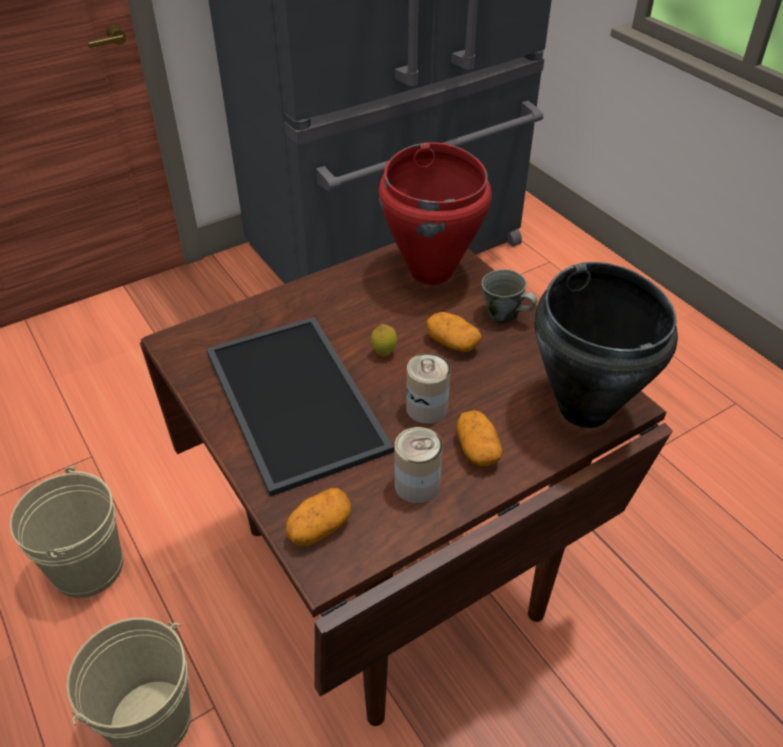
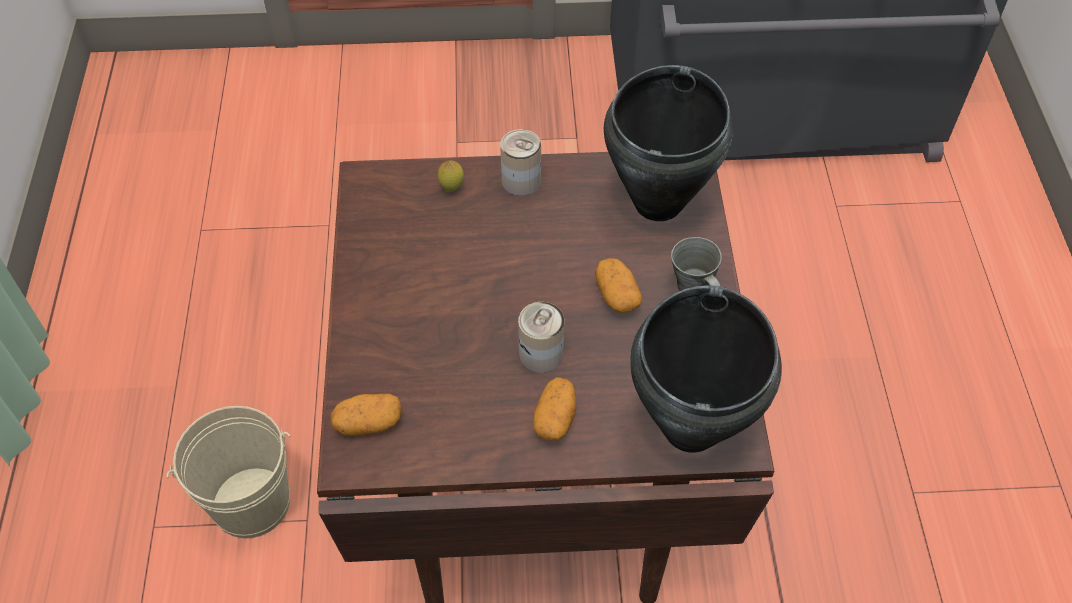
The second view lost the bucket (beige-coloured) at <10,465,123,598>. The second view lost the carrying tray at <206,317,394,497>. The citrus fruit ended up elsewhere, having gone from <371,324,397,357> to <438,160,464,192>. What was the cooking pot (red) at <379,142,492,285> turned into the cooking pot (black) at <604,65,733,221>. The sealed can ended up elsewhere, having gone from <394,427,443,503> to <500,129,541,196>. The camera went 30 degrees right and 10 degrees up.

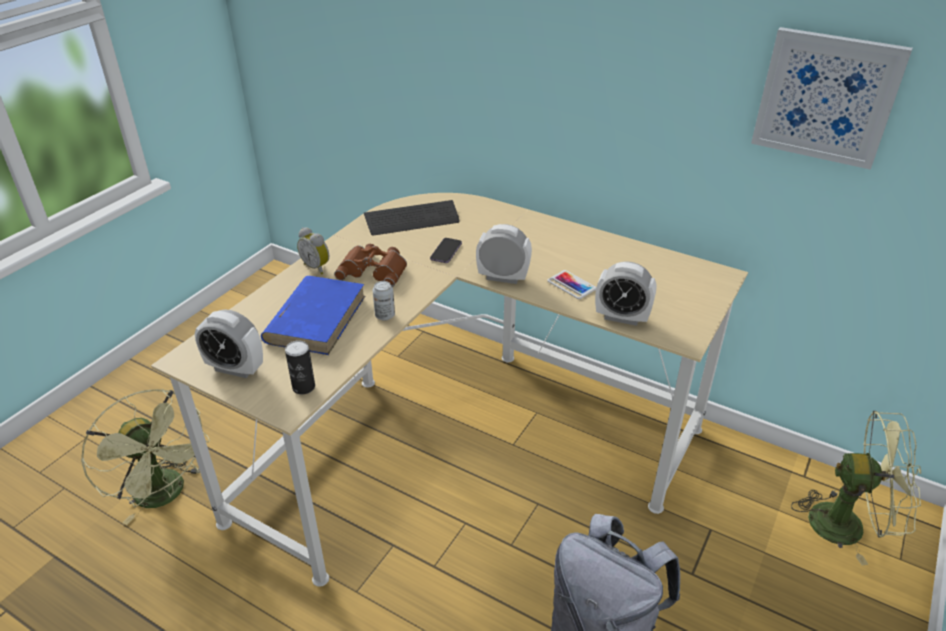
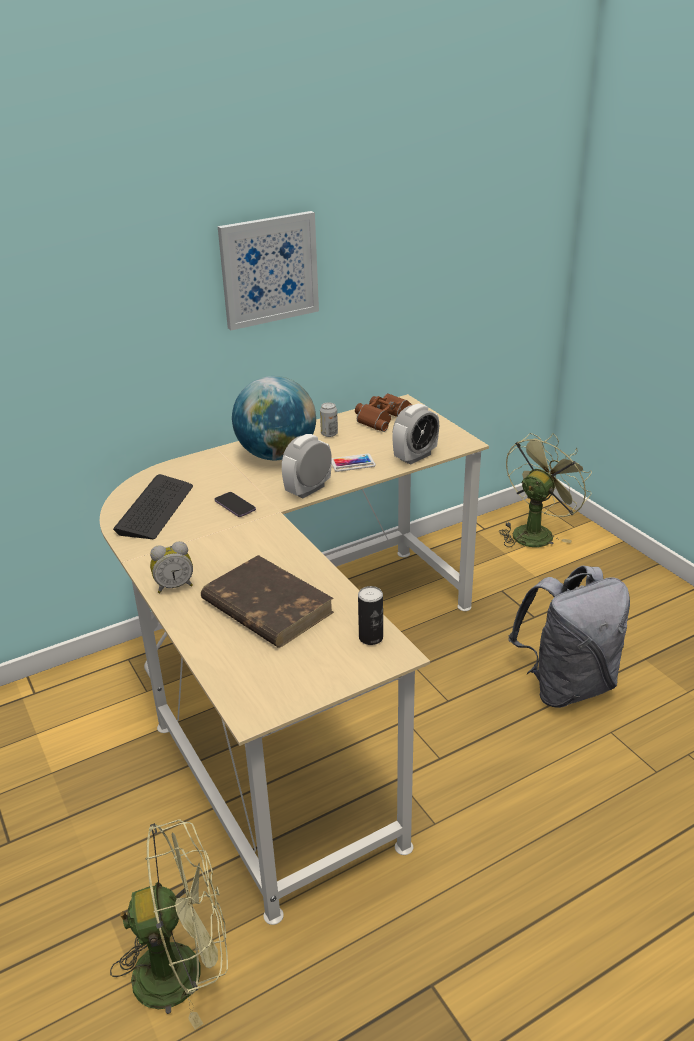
The second view lost the bedside clock at <195,310,263,378>. What was the book (blue) at <261,276,365,355> turned into the book (brown) at <201,555,334,648>. The binoculars (brown) ended up elsewhere, having gone from <334,244,407,287> to <355,393,412,432>. The sealed can ended up elsewhere, having gone from <372,281,395,321> to <320,402,338,437>. The wall picture ended up elsewhere, having gone from <751,27,913,170> to <218,211,319,330>. The second view gained the world globe at <232,376,316,461>. The camera went 60 degrees left and 5 degrees down.

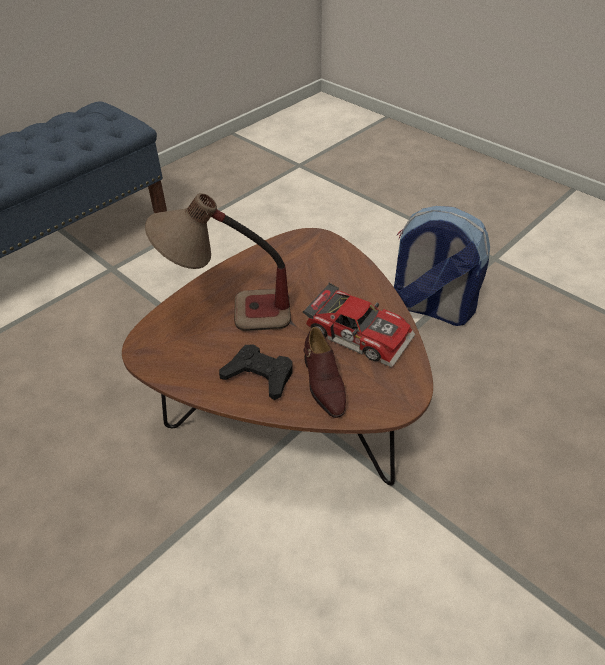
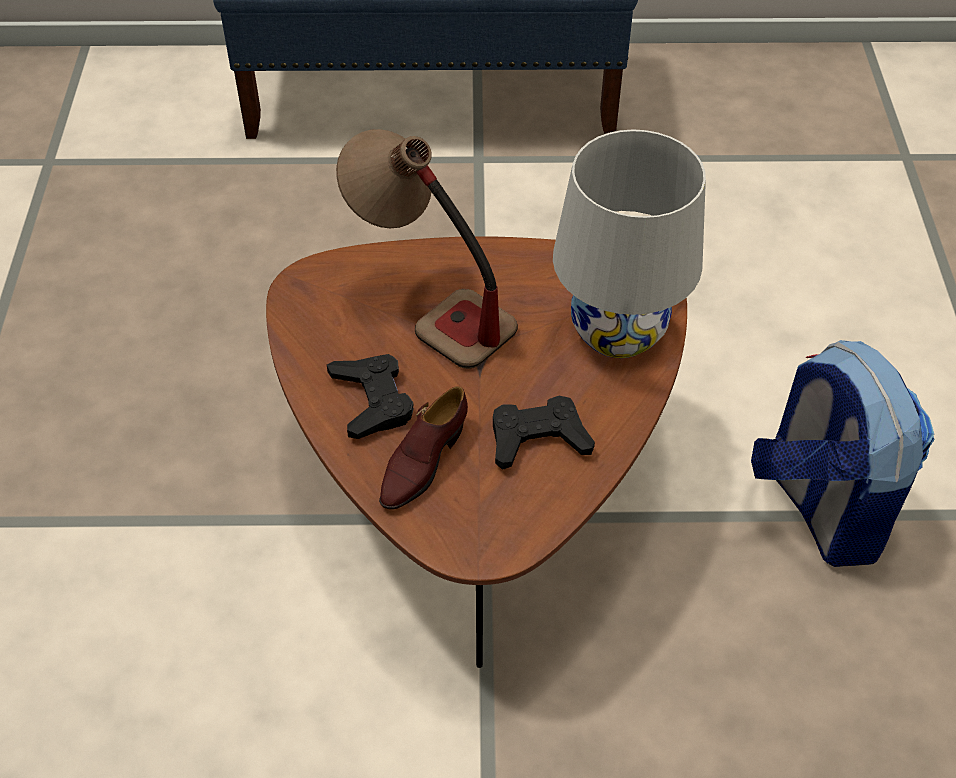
Where the miniature car stood at <303,283,415,368>, the joypad (black) came to stand at <493,396,595,470>. The second view gained the tabletop lamp (whitish) at <553,130,706,358>. The camera went 45 degrees right and 5 degrees up.

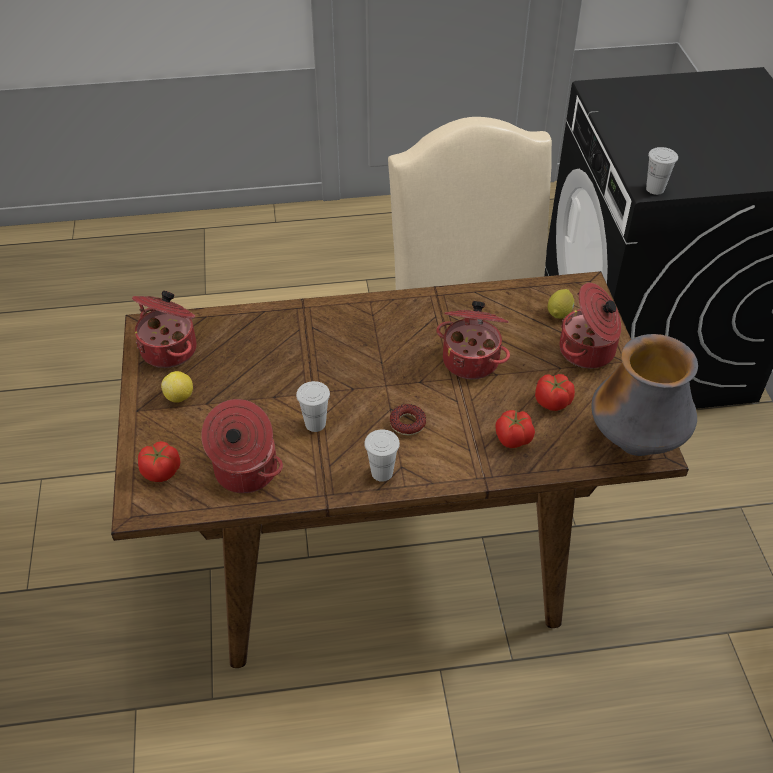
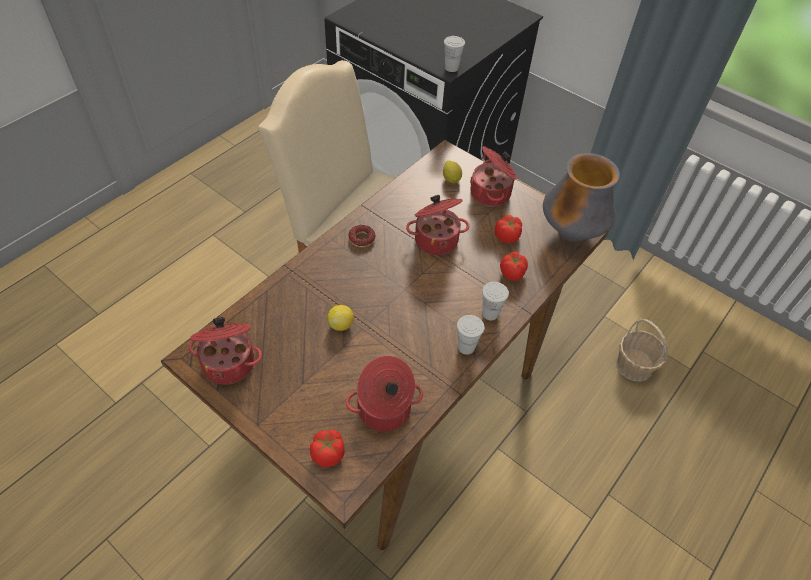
The citrus fruit ended up elsewhere, having gone from <161,371,193,403> to <327,305,354,331>. The small cup (whitish) ended up elsewhere, having gone from <296,381,330,432> to <482,282,509,320>. The donut ended up elsewhere, having gone from <389,404,426,435> to <348,225,375,247>. The second view gained the household basket at <616,319,668,382>. The camera went 45 degrees left and 5 degrees up.

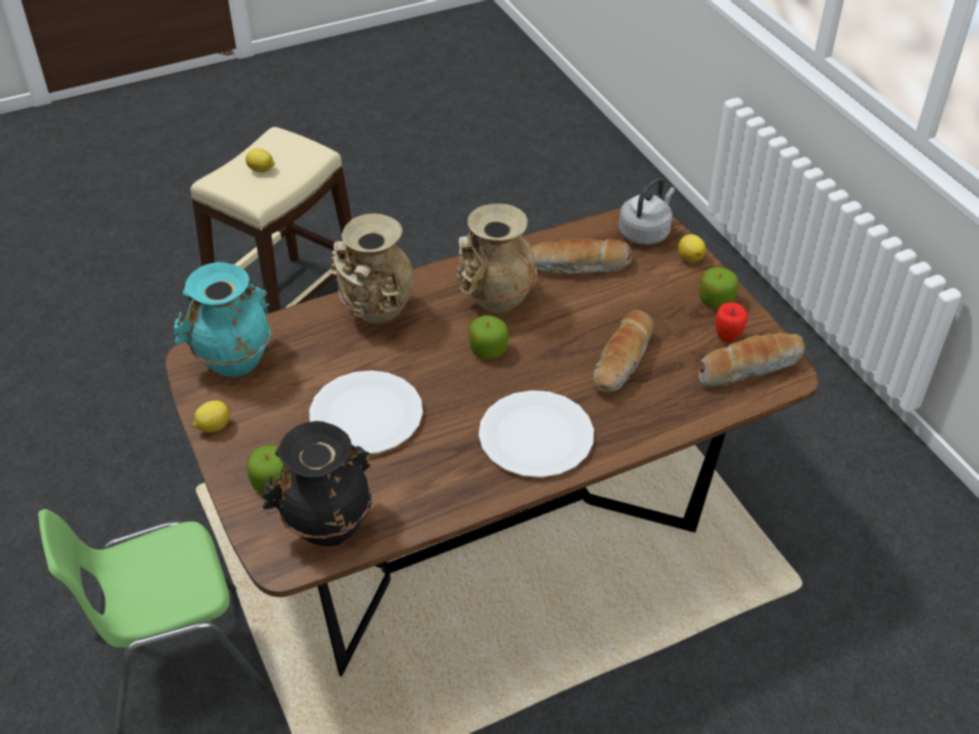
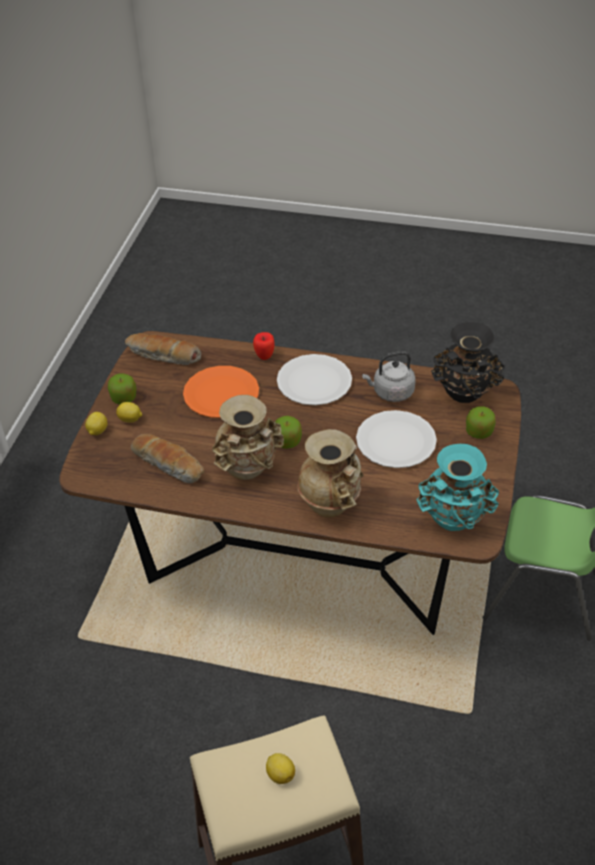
The citrus fruit ended up elsewhere, having gone from <193,400,230,433> to <116,402,142,423>. Where the bread stood at <593,310,654,392>, the dinner plate (orange) came to stand at <183,366,259,418>. The tea kettle (gray) ended up elsewhere, having gone from <619,178,675,245> to <362,351,416,402>. The whole apple ended up elsewhere, having gone from <715,302,748,342> to <253,332,275,360>. The camera went 140 degrees left and 0 degrees up.

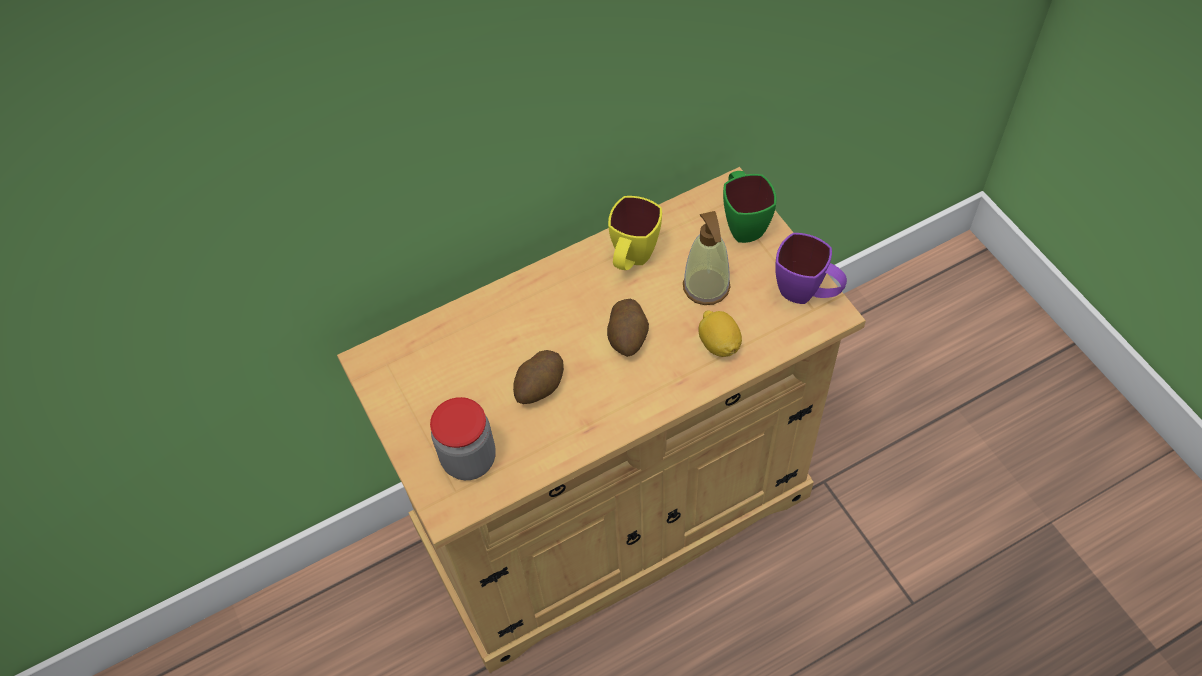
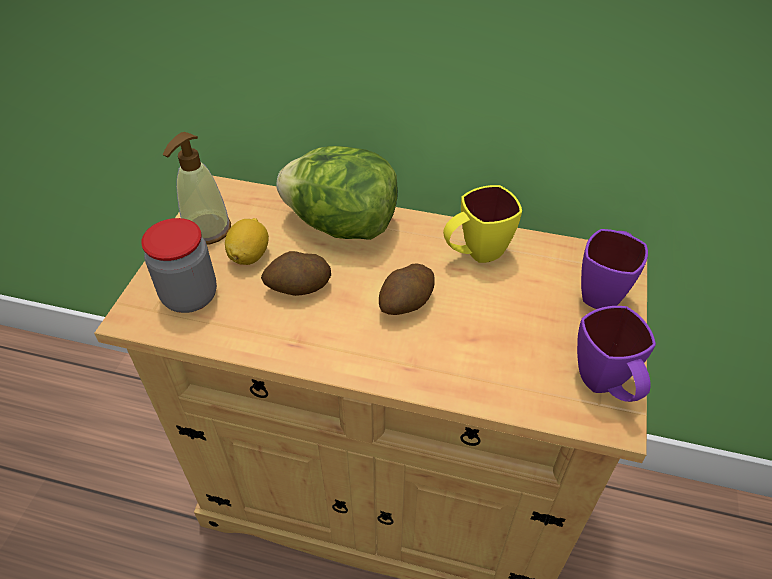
The soap dispenser ended up elsewhere, having gone from <683,211,730,305> to <163,132,231,245>. The citrus fruit ended up elsewhere, having gone from <698,310,742,357> to <225,218,269,265>. What was the mug (green) at <723,171,776,243> turned into the mug (purple-coloured) at <581,229,648,309>. The second view gained the head of lettuce at <276,146,398,240>. The camera went 40 degrees right and 10 degrees down.

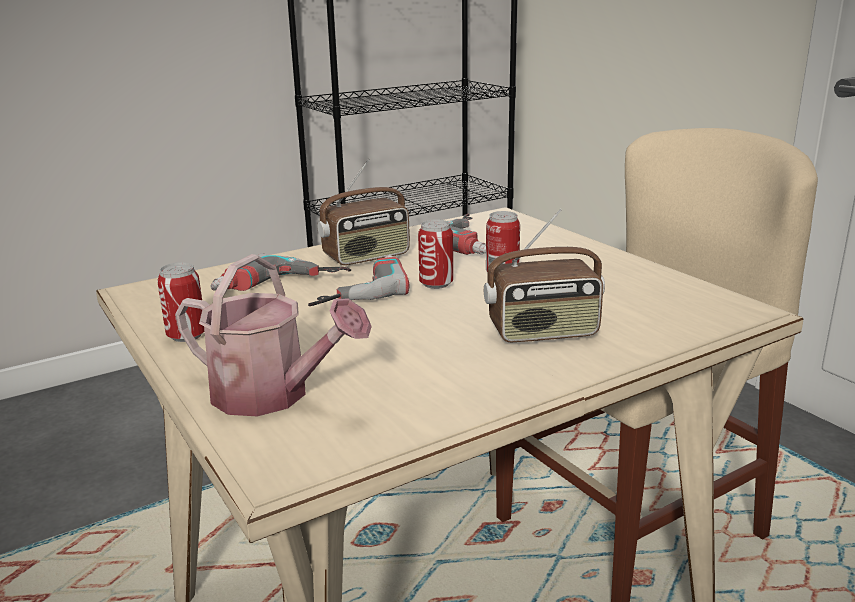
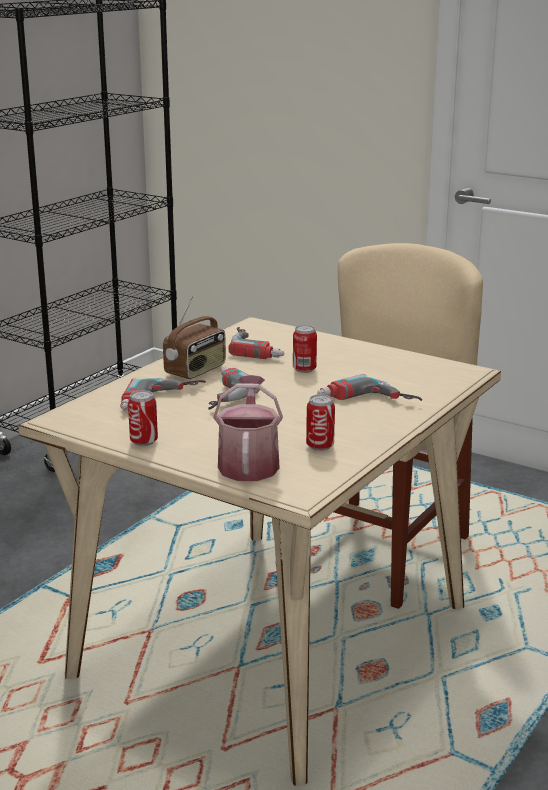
The sprinkling can at <175,254,372,416> ended up facing another way, 90 degrees counterclockwise from before. The sealed can ended up elsewhere, having gone from <418,219,453,289> to <306,394,335,451>. Where the radio stood at <484,208,605,342>, the power drill came to stand at <317,374,422,401>. The camera went 25 degrees left and 0 degrees up.

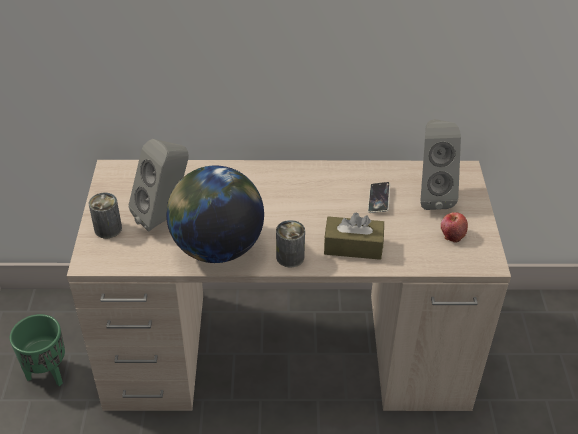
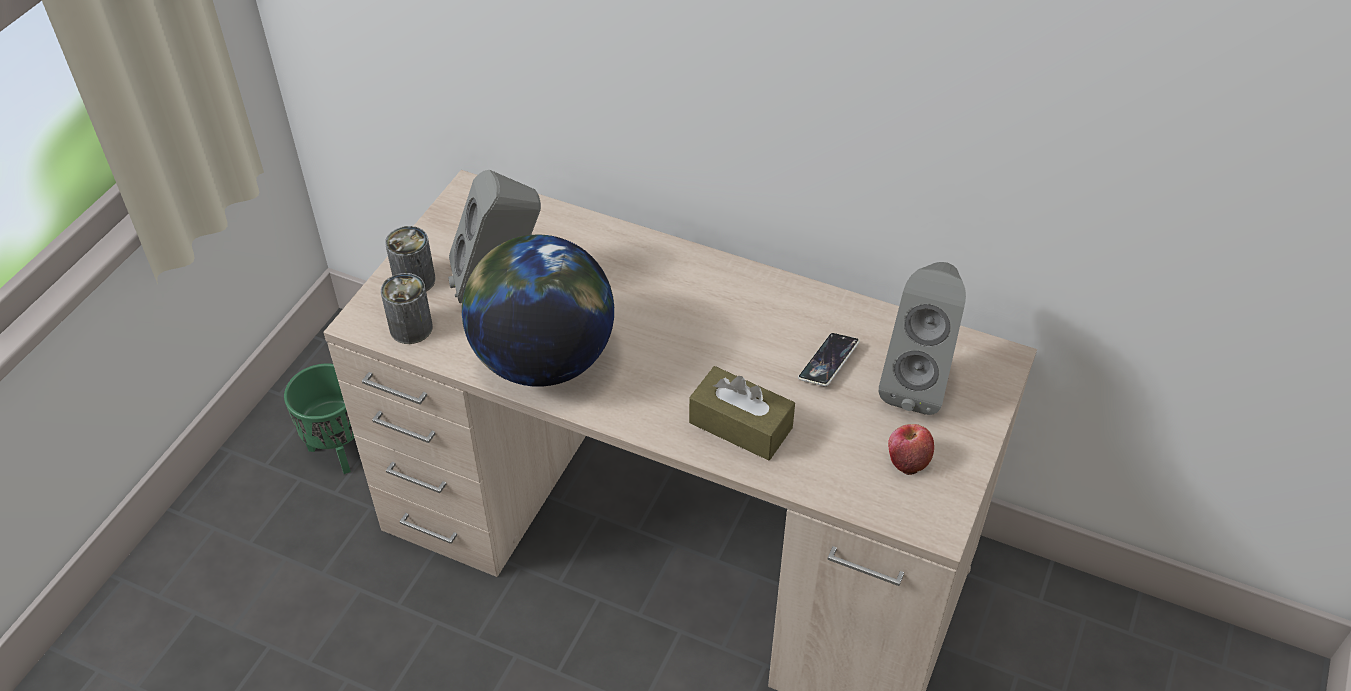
The sealed can ended up elsewhere, having gone from <276,220,305,268> to <381,273,433,344>. The camera went 25 degrees right and 5 degrees up.

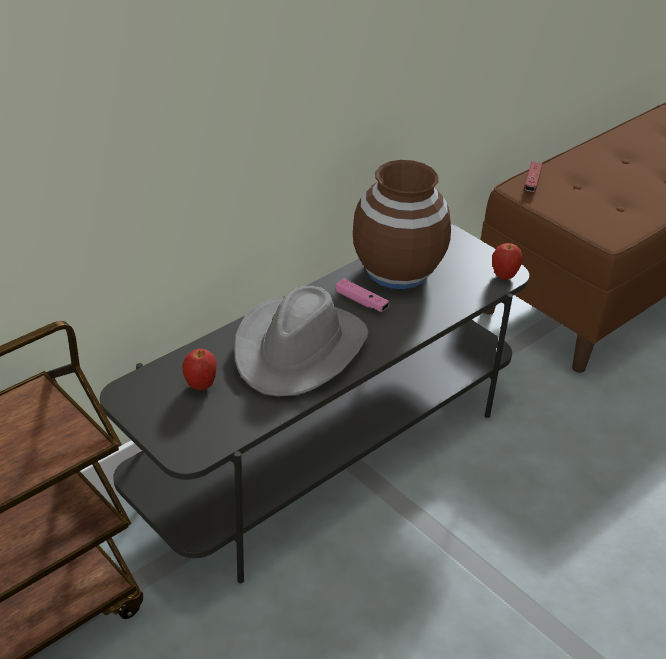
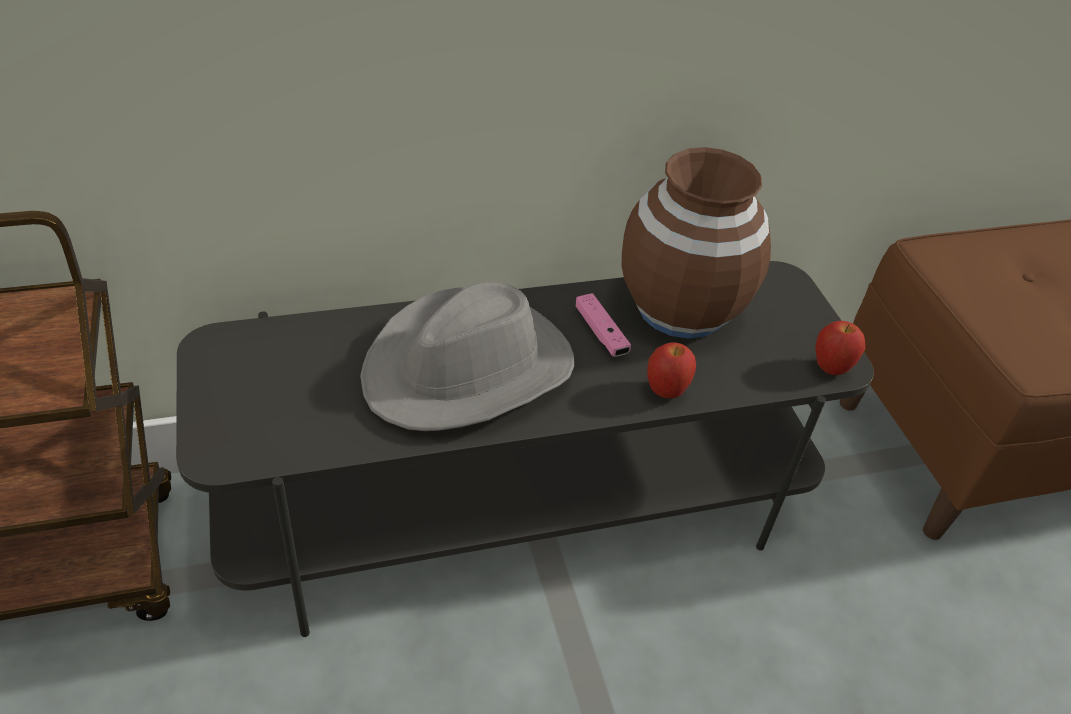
The whole apple ended up elsewhere, having gone from <182,349,217,390> to <647,342,696,398>. The second view lost the joypad (red) at <524,161,542,192>. The camera went 25 degrees right and 5 degrees up.

